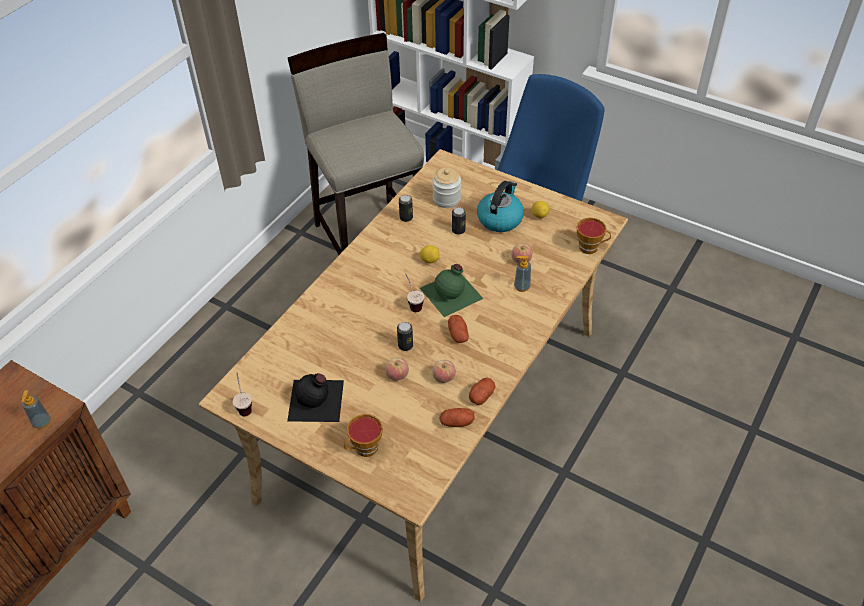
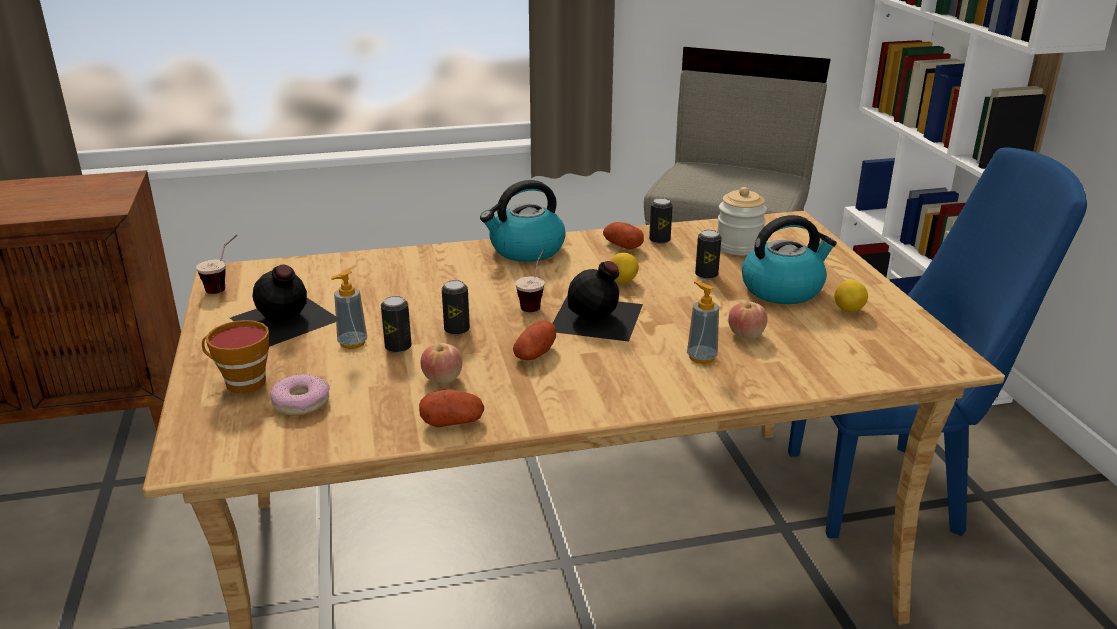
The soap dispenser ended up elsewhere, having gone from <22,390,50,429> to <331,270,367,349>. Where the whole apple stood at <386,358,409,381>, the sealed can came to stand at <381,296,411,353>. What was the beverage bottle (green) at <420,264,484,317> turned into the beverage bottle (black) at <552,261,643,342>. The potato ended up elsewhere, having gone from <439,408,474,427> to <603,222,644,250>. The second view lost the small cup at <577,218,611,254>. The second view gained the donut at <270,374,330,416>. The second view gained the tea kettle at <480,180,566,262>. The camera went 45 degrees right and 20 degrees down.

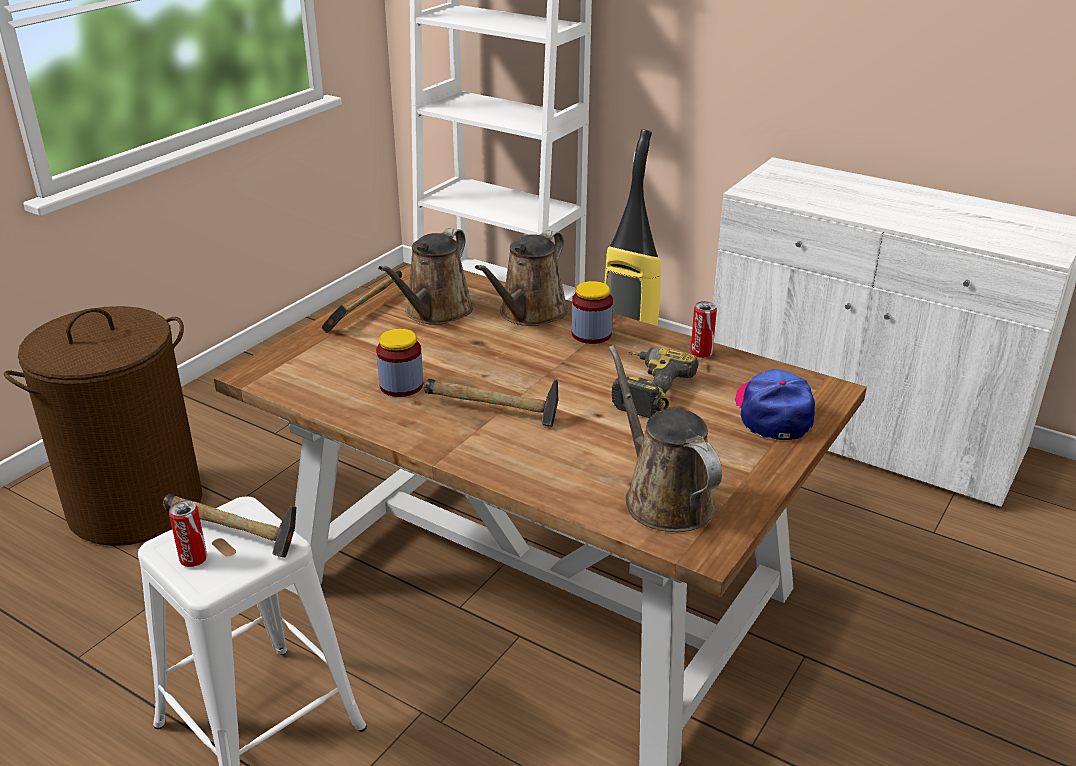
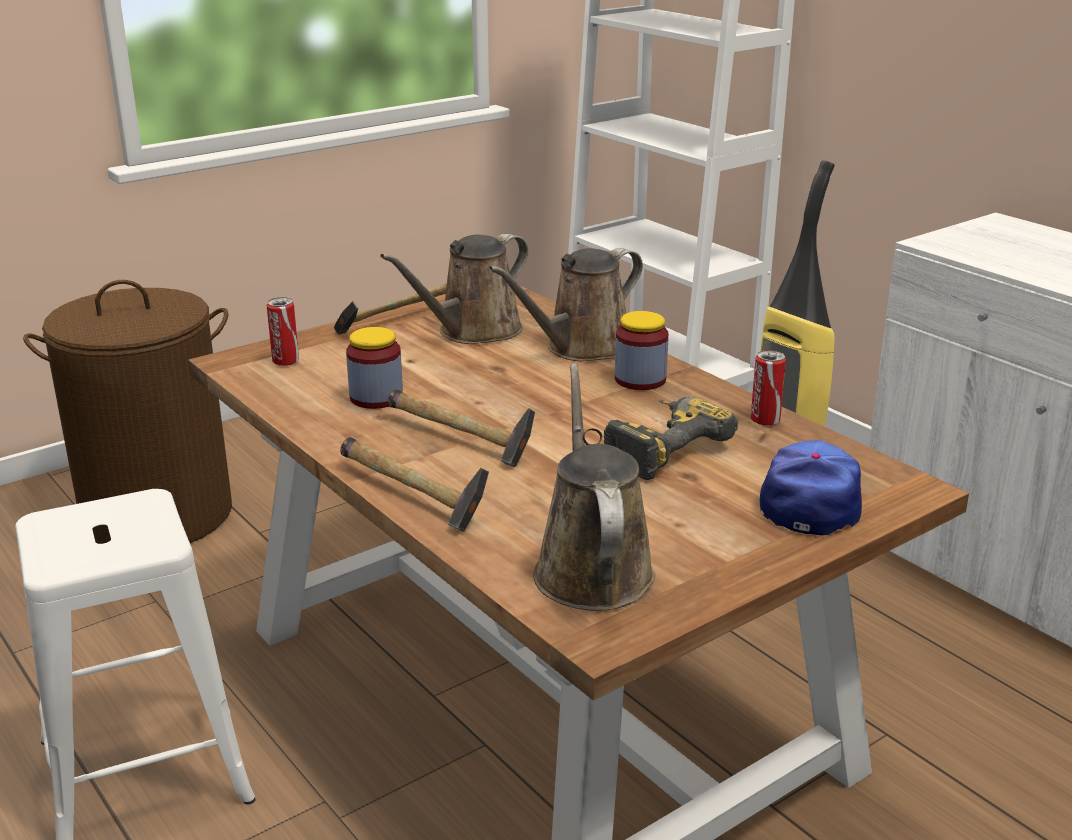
The hammer ended up elsewhere, having gone from <163,494,296,557> to <340,437,489,532>. The sealed can ended up elsewhere, having gone from <169,500,207,567> to <267,297,299,366>. The camera went 20 degrees right and 5 degrees down.

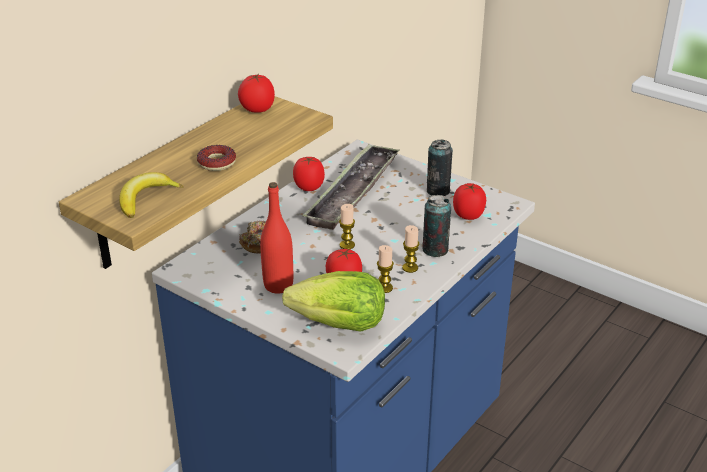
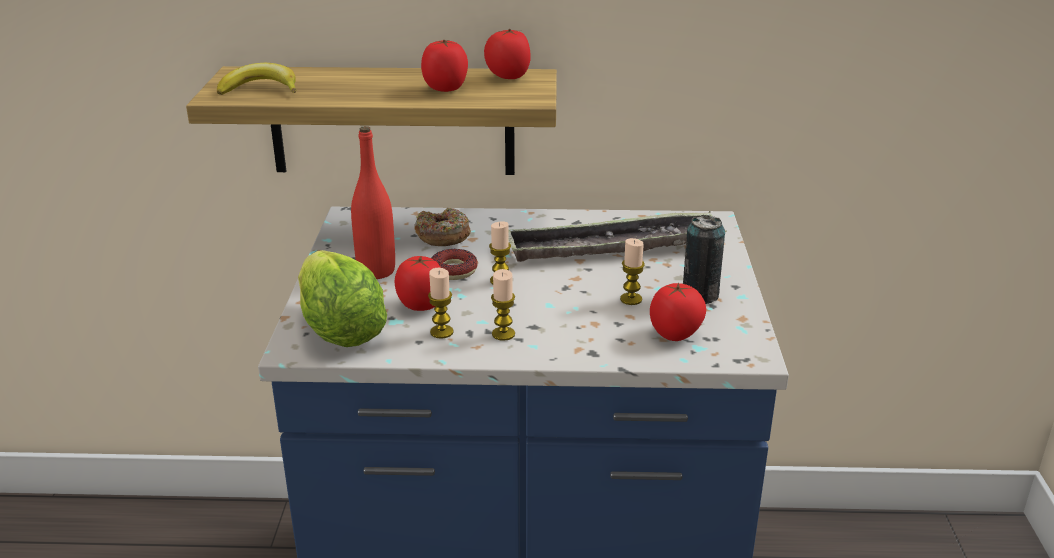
The donut ended up elsewhere, having gone from <197,145,236,171> to <431,249,478,280>. The fresh tomato ended up elsewhere, having gone from <293,157,325,191> to <421,40,468,92>. The second view lost the sealed can at <422,195,451,257>. The second view gained the wax light at <620,238,645,305>. The camera went 55 degrees right and 5 degrees down.

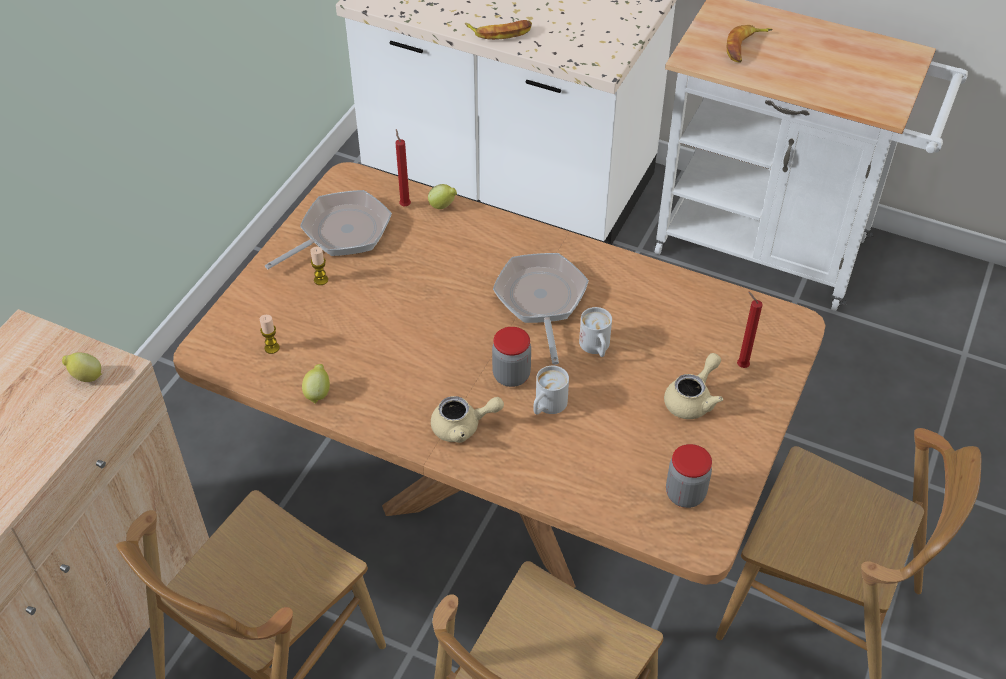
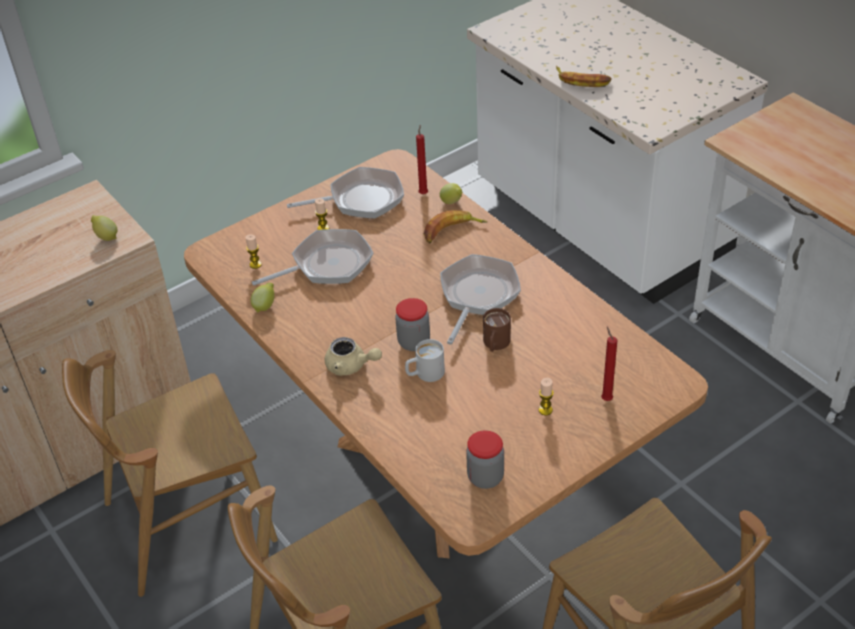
What was the mug (whitish) at <579,307,612,357> turned into the mug (brown) at <483,308,511,352>. Where the teapot (beige-coloured) stood at <664,353,723,419>, the wax light came to stand at <539,378,554,415>. The banana ended up elsewhere, having gone from <727,25,773,63> to <424,210,487,243>. The second view gained the frying pan at <252,229,374,286>. The camera went 30 degrees right and 5 degrees down.

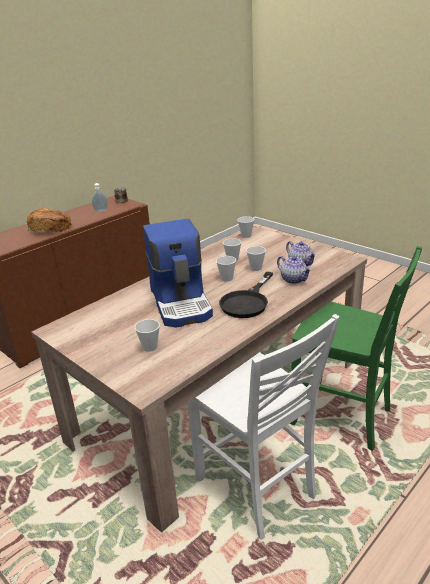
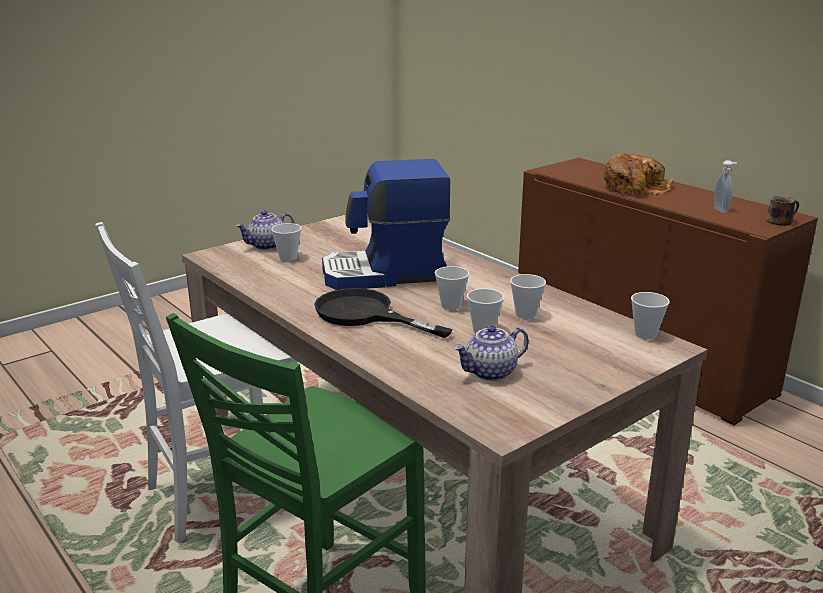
The teapot ended up elsewhere, having gone from <277,256,312,284> to <236,210,294,250>. The camera went 95 degrees right and 5 degrees down.

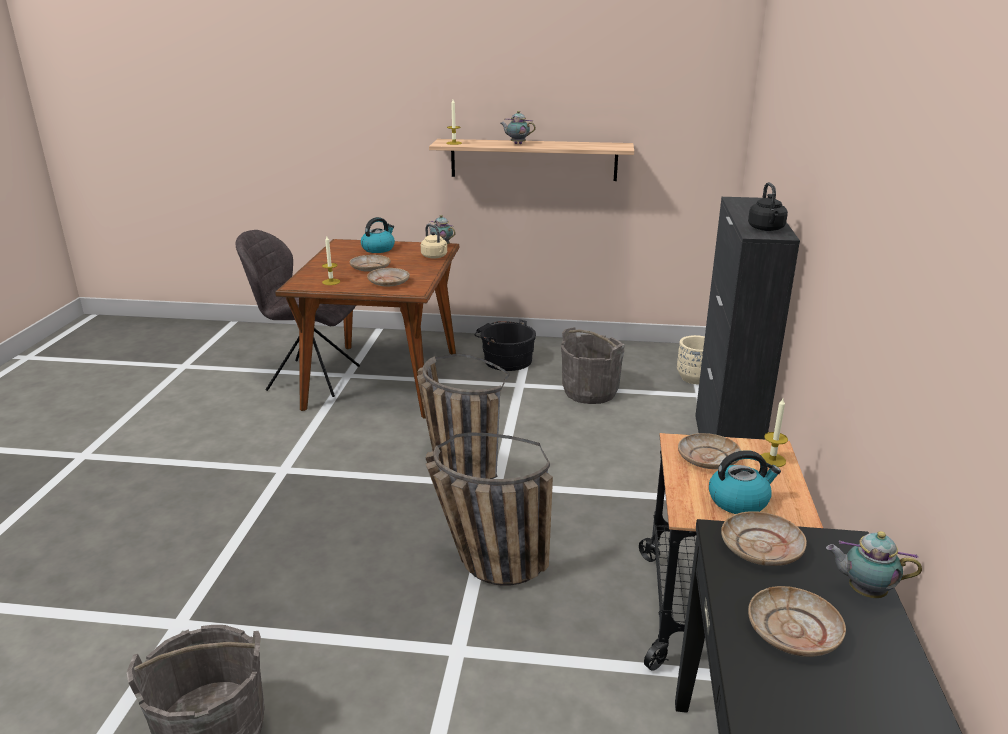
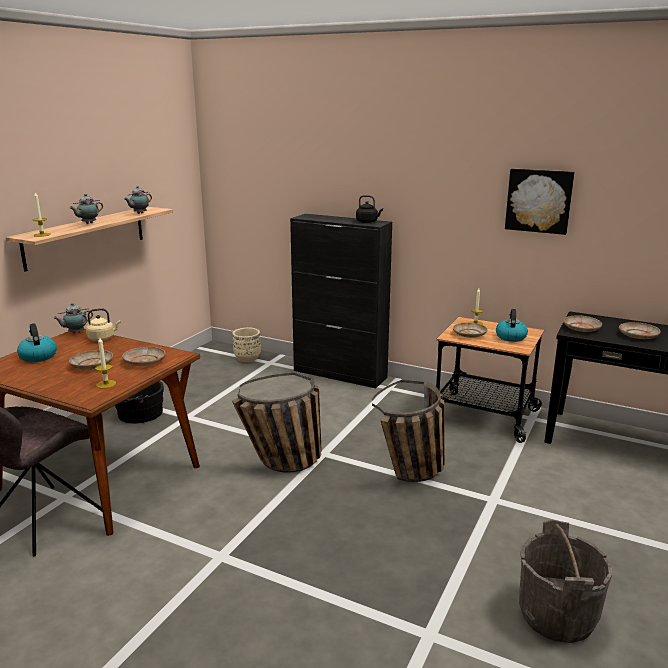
The second view lost the bucket (gray) at <561,327,625,404>. The teapot ended up elsewhere, having gone from <826,531,922,598> to <124,186,152,214>. The second view gained the wall picture at <505,168,575,235>. The camera went 70 degrees left and 5 degrees down.

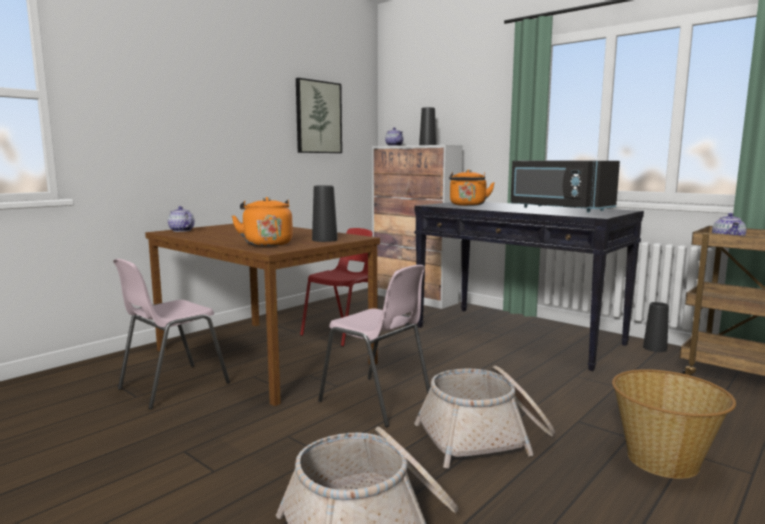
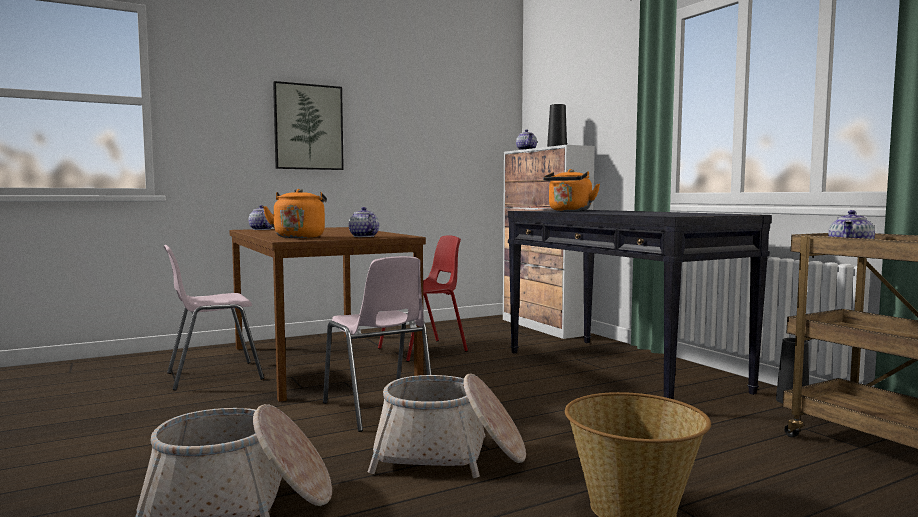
The wall picture ended up elsewhere, having gone from <296,78,342,153> to <273,81,344,170>. Where the decorative vase (black) stood at <312,185,338,242>, the teapot came to stand at <349,207,379,237>. The second view lost the microwave oven (black) at <510,161,620,212>. The camera went 20 degrees right and 5 degrees down.

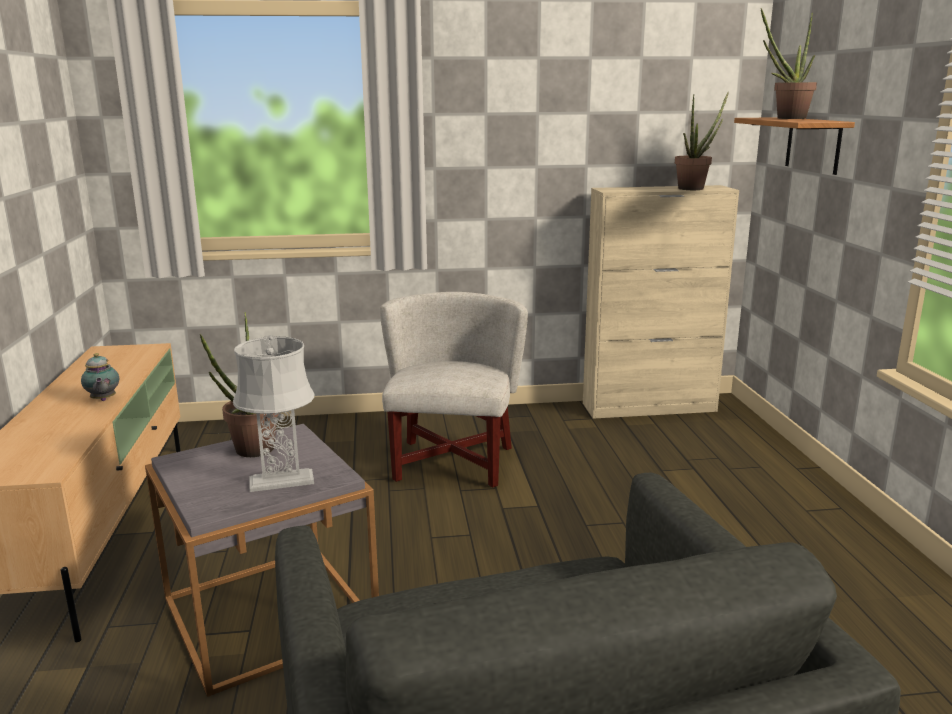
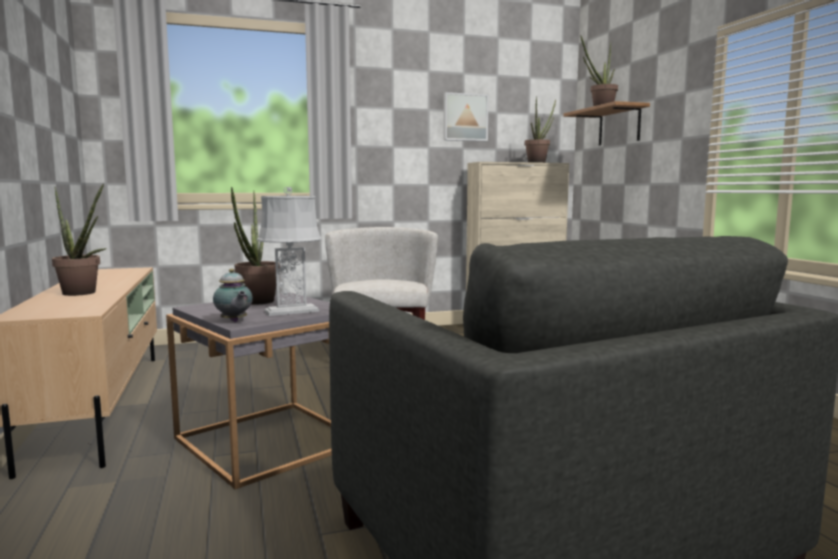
The teapot ended up elsewhere, having gone from <81,353,119,401> to <213,269,253,322>. The second view gained the houseplant at <52,183,107,296>. The second view gained the wall picture at <443,92,489,141>. The camera went 10 degrees left and 10 degrees down.

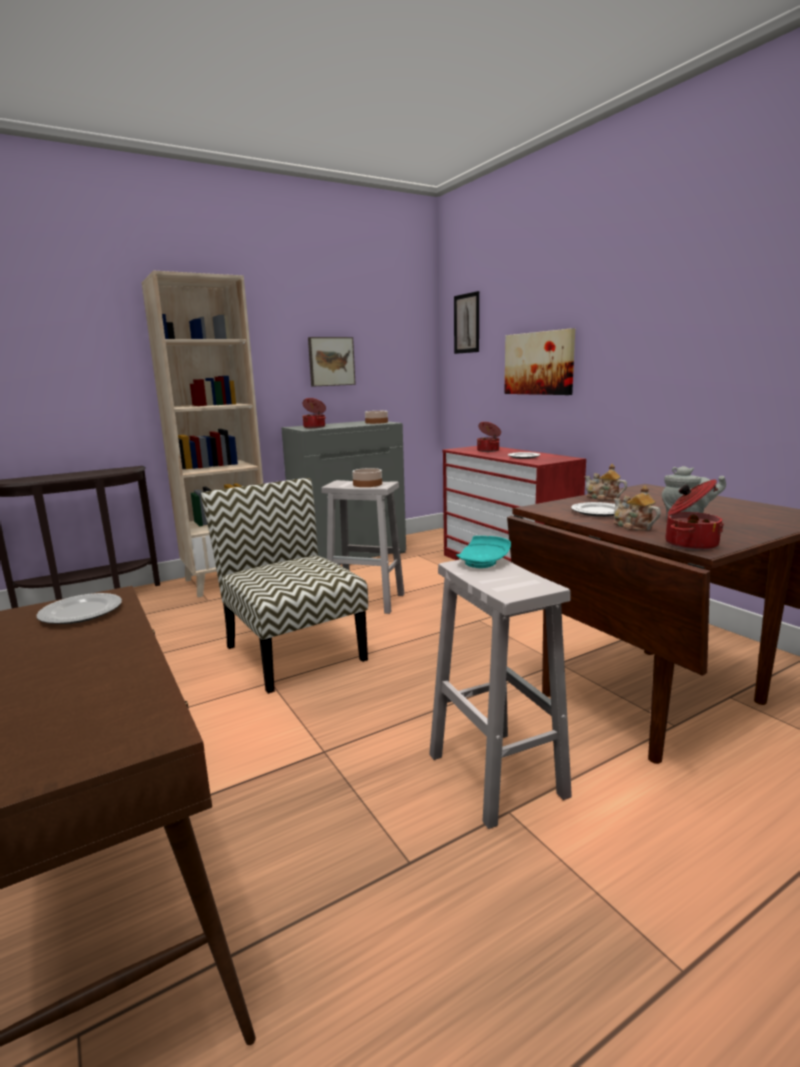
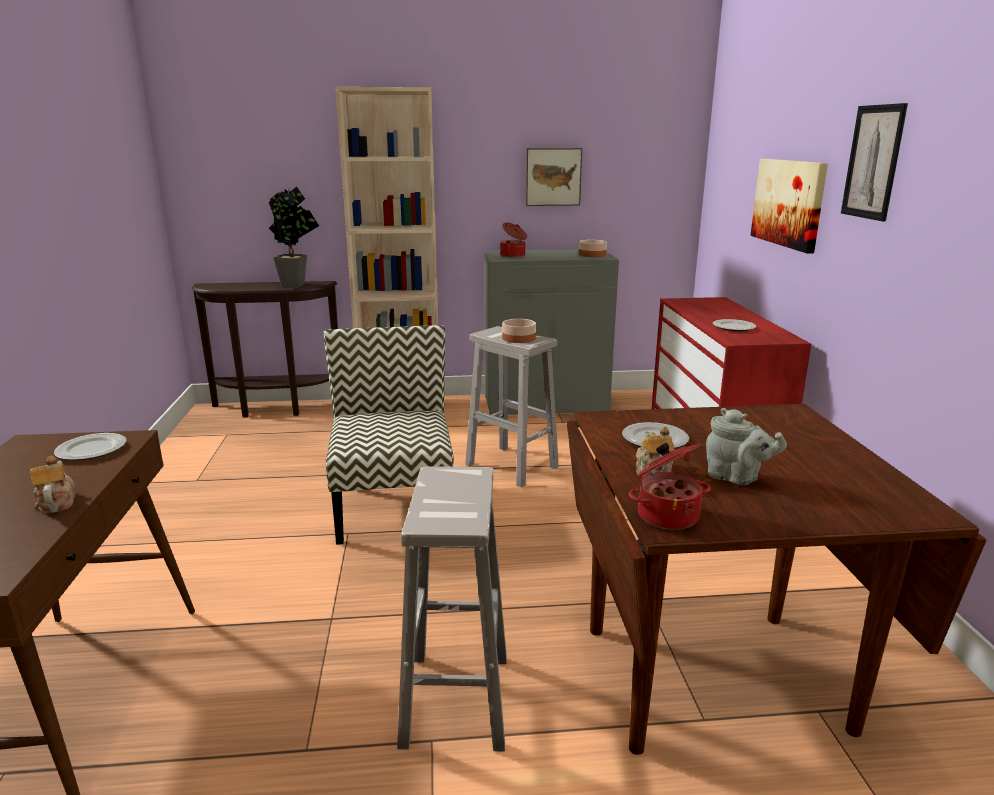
The wall picture ended up elsewhere, having gone from <454,291,479,354> to <841,103,908,221>. The second view lost the dinner plate (turquoise) at <456,536,511,568>. The second view lost the cooking pot at <477,422,501,452>. The teapot ended up elsewhere, having gone from <584,464,627,501> to <30,456,76,513>. The second view gained the houseplant at <269,186,319,288>. The camera went 25 degrees right and 5 degrees up.

